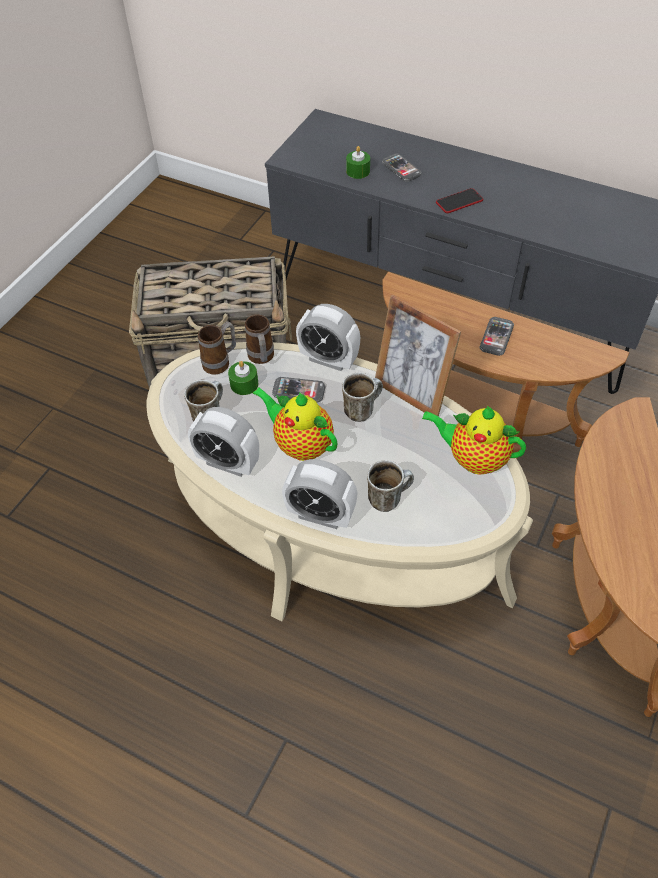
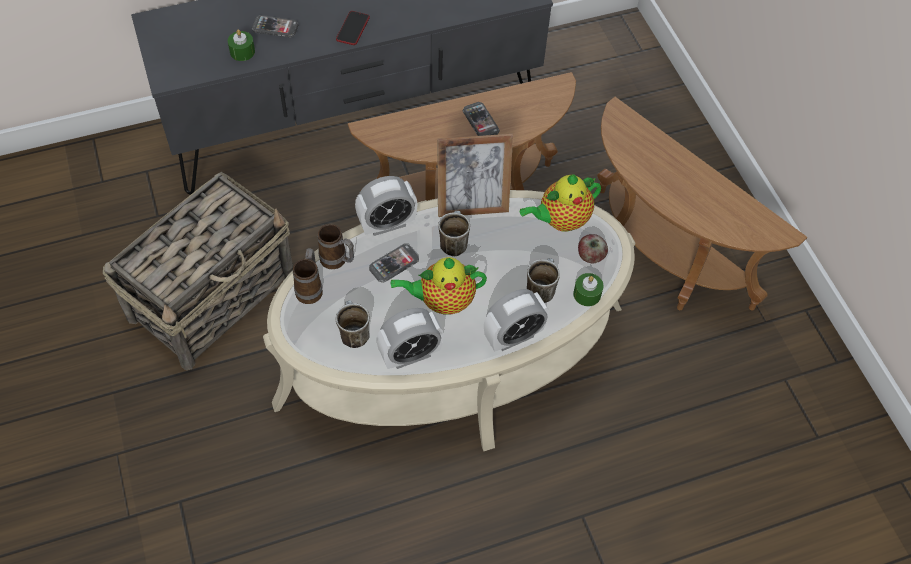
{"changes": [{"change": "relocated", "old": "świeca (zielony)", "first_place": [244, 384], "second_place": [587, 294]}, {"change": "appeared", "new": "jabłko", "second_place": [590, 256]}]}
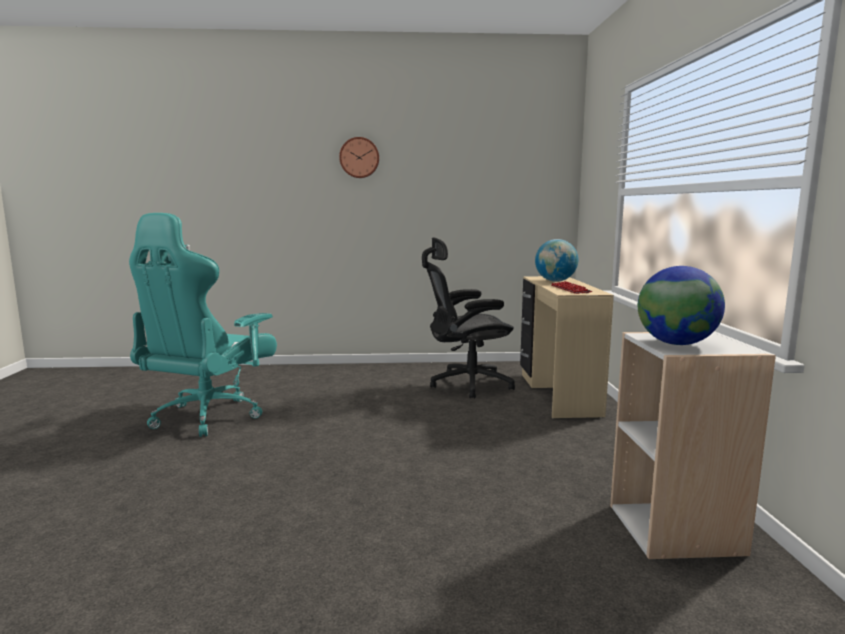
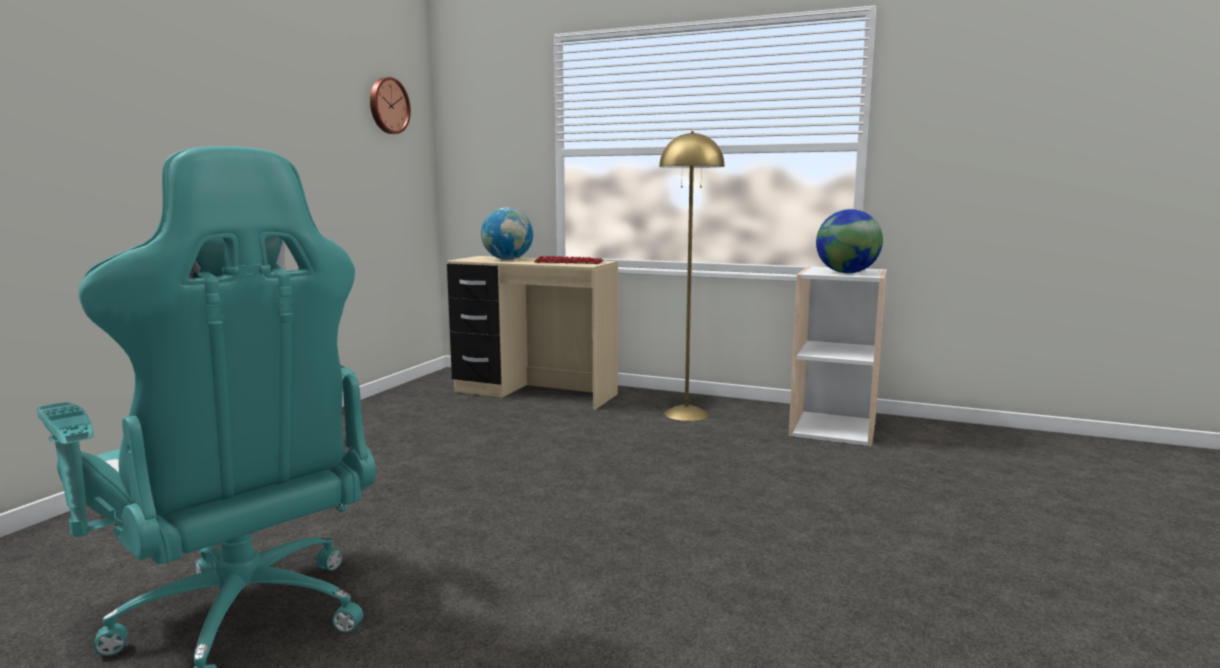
{"changes": [{"change": "relocated", "old": "zegar ścienny", "first_place": [359, 157], "second_place": [388, 106]}, {"change": "appeared", "new": "lampa stojąca (żółty)", "second_place": [686, 413]}, {"change": "missing", "old": "krzesło biurowe", "first_place": [466, 385]}]}
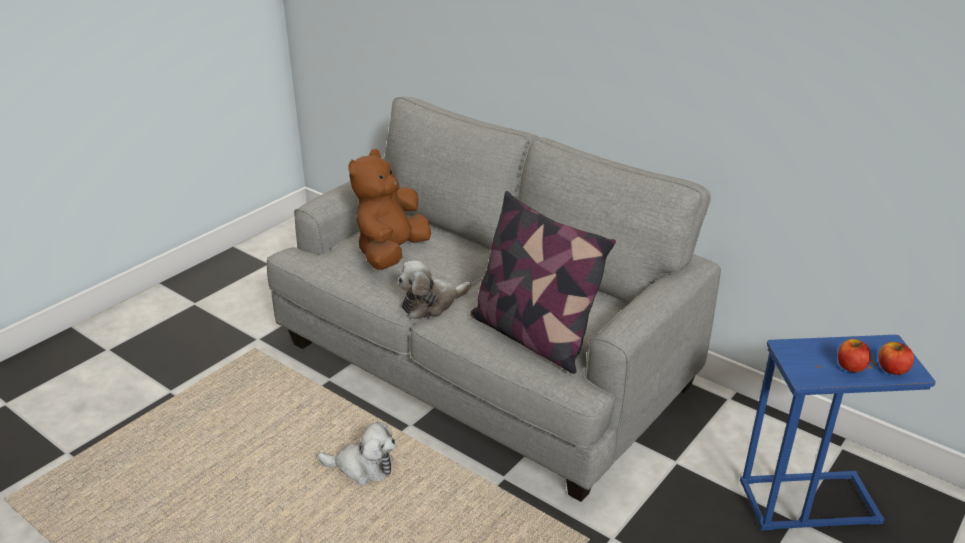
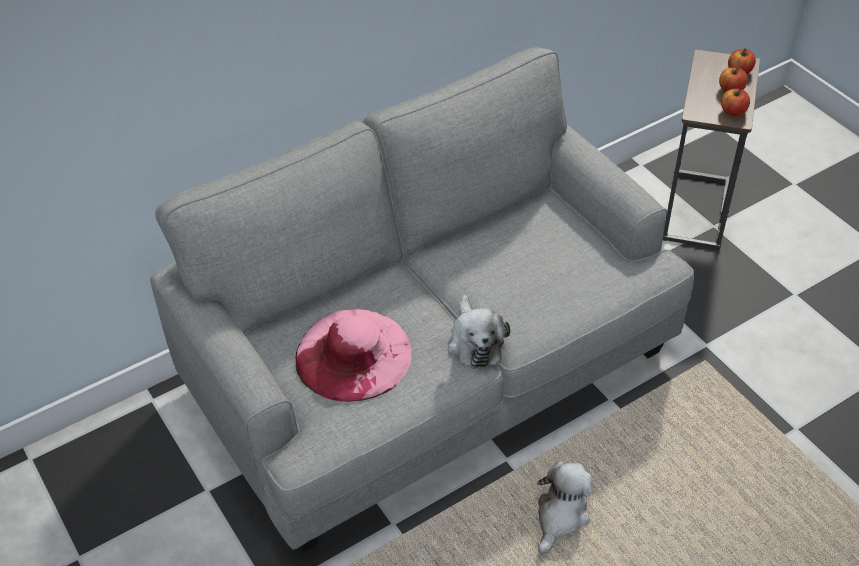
{"changes": [{"change": "exchanged", "old": "pluszak (brązowy)", "new": "kapelusz (różowy)", "first_place": [391, 254], "second_place": [353, 354]}, {"change": "colour", "old": "stolik (niebieski)", "new": "stolik (brązowy)", "first_place": [808, 502], "second_place": [696, 210]}, {"change": "appeared", "new": "jabłko", "second_place": [733, 111]}, {"change": "missing", "old": "poduszka", "first_place": [532, 336]}]}
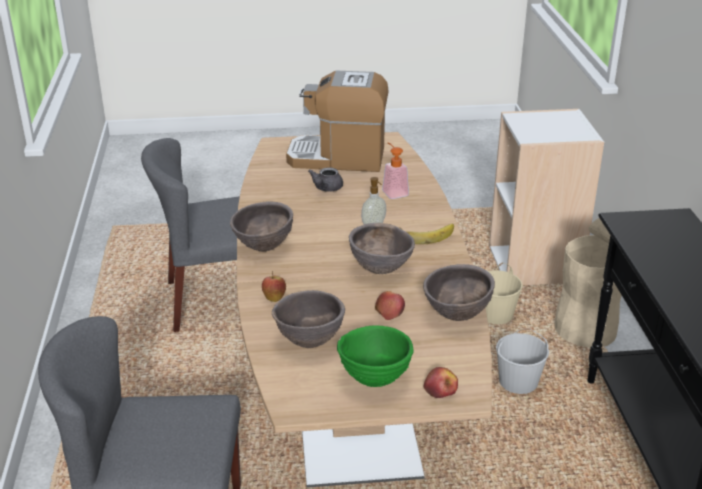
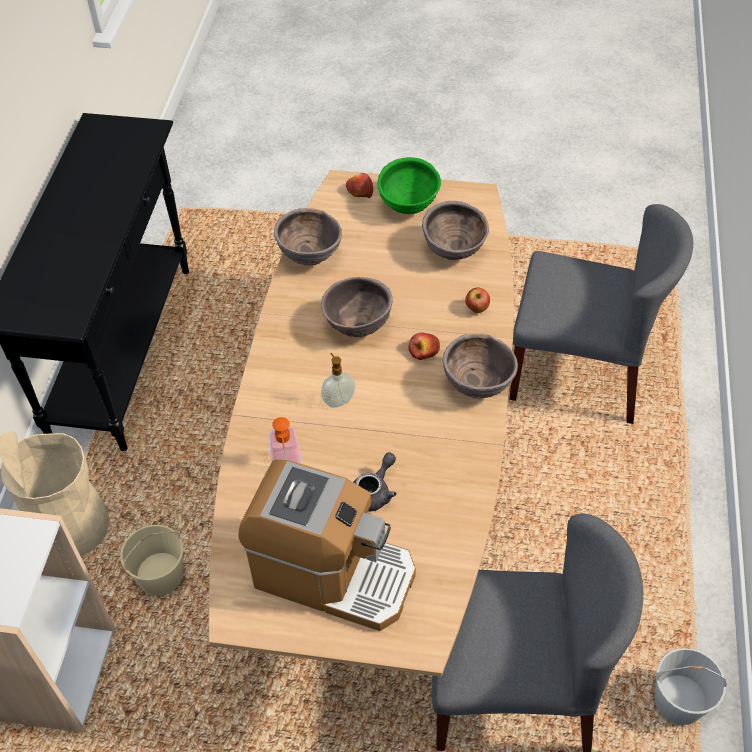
{"changes": [{"change": "relocated", "old": "jabłko", "first_place": [389, 310], "second_place": [424, 351]}, {"change": "relocated", "old": "wiadro (biały)", "first_place": [518, 382], "second_place": [678, 701]}, {"change": "missing", "old": "banan", "first_place": [426, 234]}]}
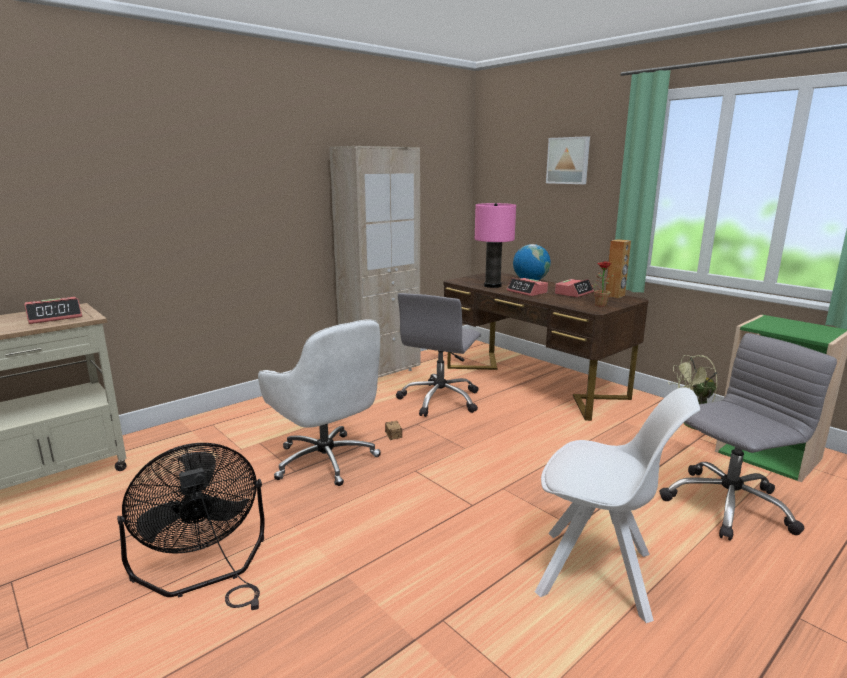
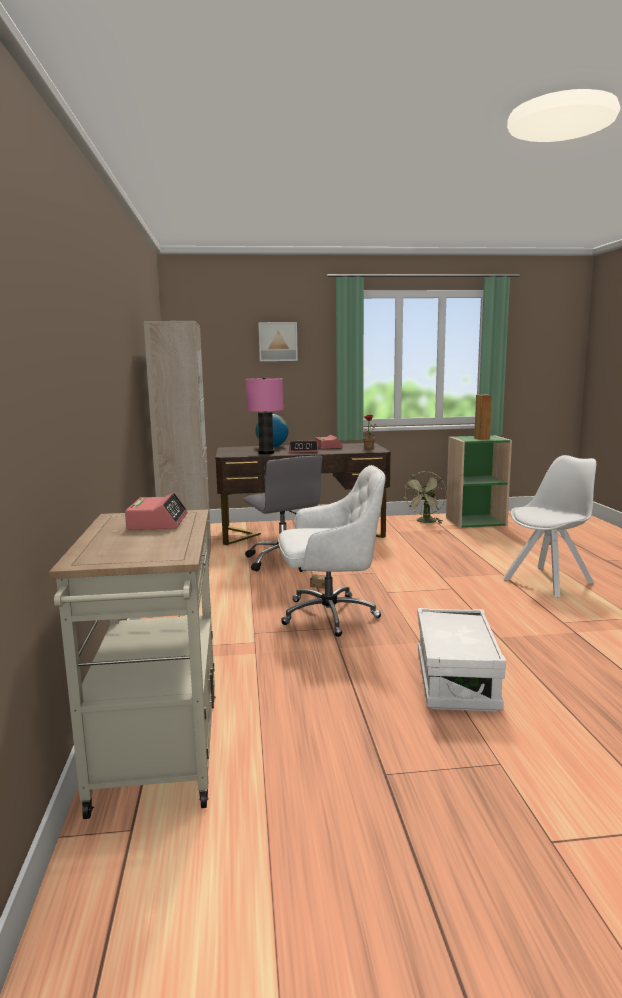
{"changes": [{"change": "exchanged", "old": "wentylator (czarny)", "new": "pojemnik do przechowywania (biały)", "first_place": [210, 573], "second_place": [456, 680]}, {"change": "relocated", "old": "głośnik (brązowy)", "first_place": [615, 296], "second_place": [482, 438]}, {"change": "missing", "old": "krzesło biurowe (szary)", "first_place": [727, 505]}]}
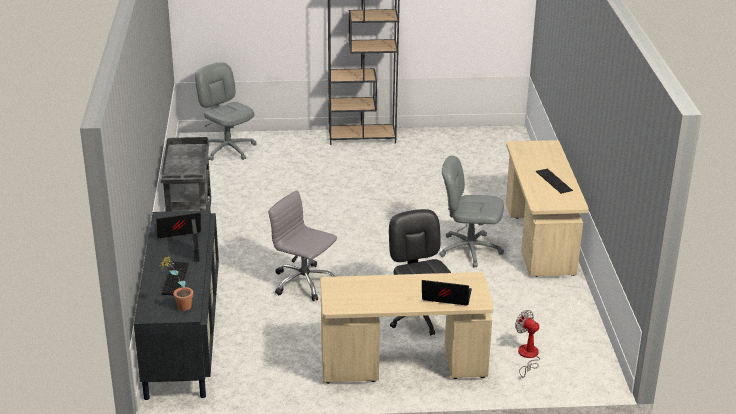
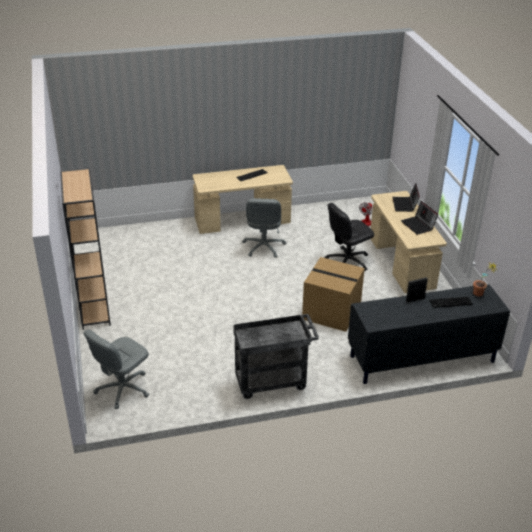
{"changes": [{"change": "exchanged", "old": "krzesło biurowe (szary)", "new": "karton", "first_place": [304, 282], "second_place": [330, 312]}, {"change": "relocated", "old": "laptop", "first_place": [177, 231], "second_place": [418, 225]}]}
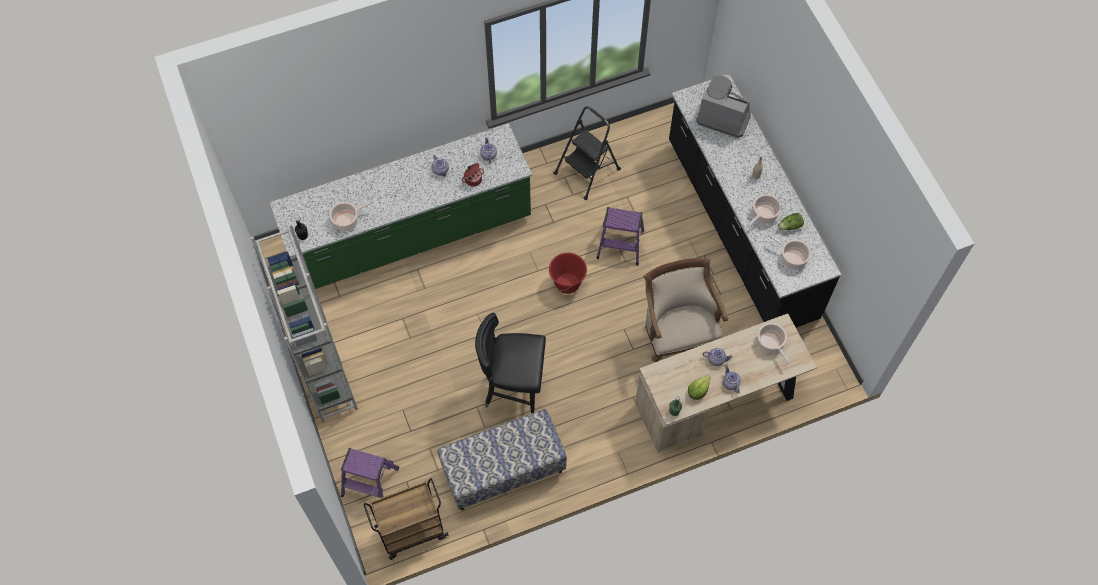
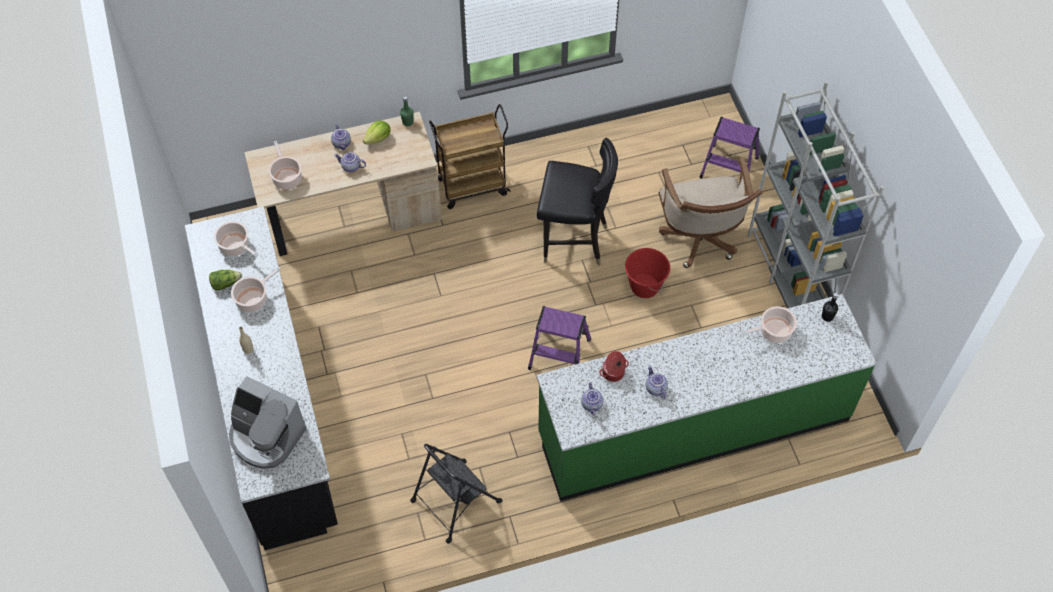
{"changes": [{"change": "relocated", "old": "wózek (brązowy)", "first_place": [411, 532], "second_place": [473, 186]}, {"change": "relocated", "old": "drabinka (fioletowy)", "first_place": [620, 243], "second_place": [559, 353]}, {"change": "relocated", "old": "wiadro (czerwony)", "first_place": [567, 283], "second_place": [644, 286]}, {"change": "relocated", "old": "krzesło biurowe", "first_place": [676, 338], "second_place": [700, 241]}, {"change": "missing", "old": "ławka", "first_place": [503, 470]}]}
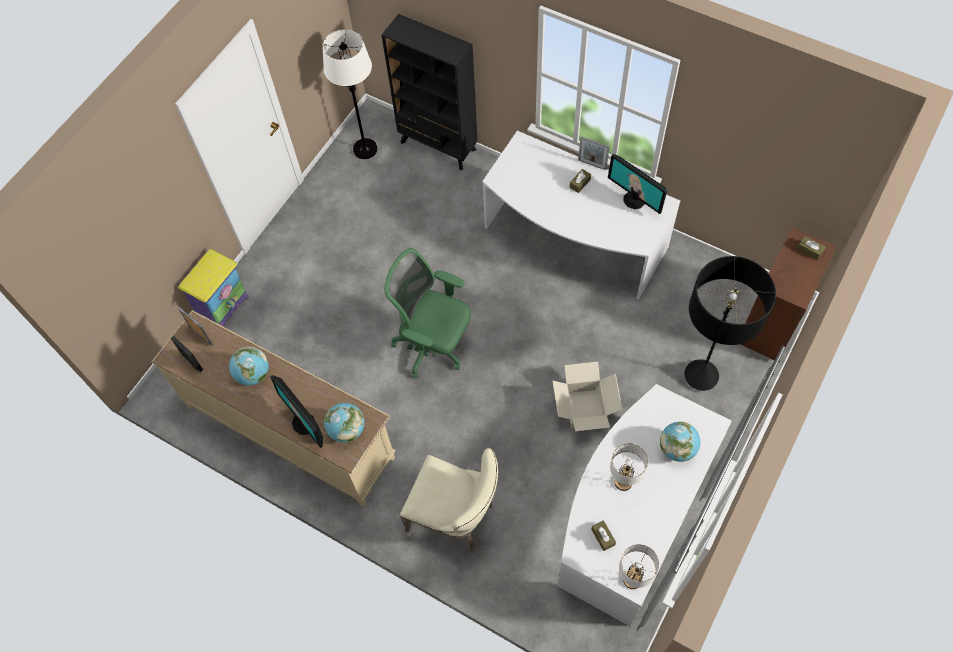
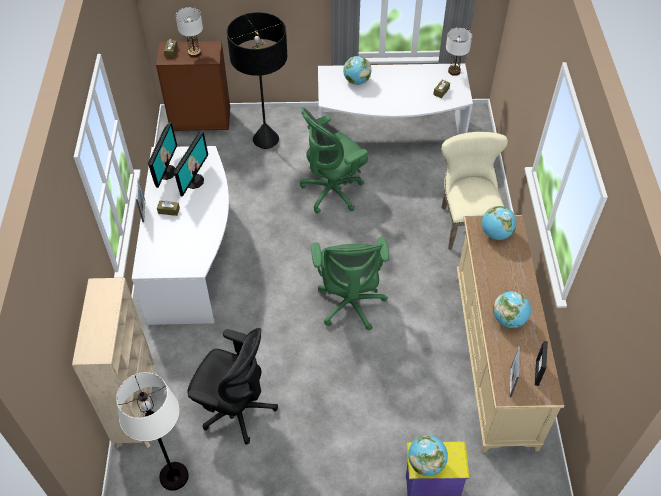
{"changes": [{"change": "colour", "old": "regał (czarny)", "new": "regał (beżowy)", "first_place": [438, 146], "second_place": [137, 409]}, {"change": "relocated", "old": "monitor", "first_place": [304, 423], "second_place": [194, 181]}, {"change": "relocated", "old": "lampa stołowa", "first_place": [623, 482], "second_place": [194, 53]}, {"change": "appeared", "new": "krzesło biurowe (czarny)", "second_place": [233, 408]}, {"change": "exchanged", "old": "karton", "new": "krzesło biurowe (zielony)", "first_place": [585, 408], "second_place": [334, 189]}, {"change": "appeared", "new": "globus", "second_place": [426, 463]}]}
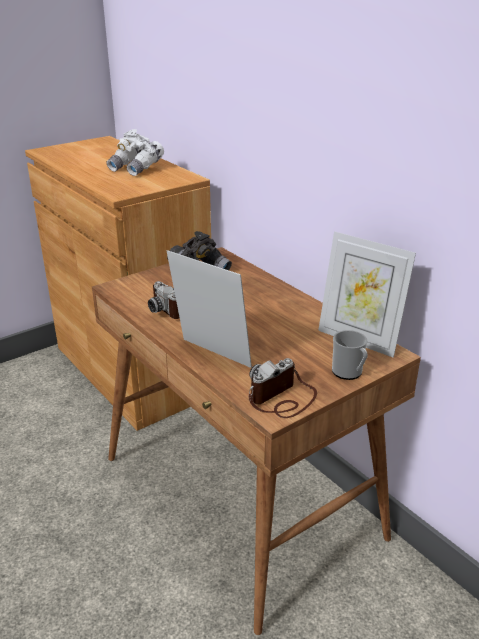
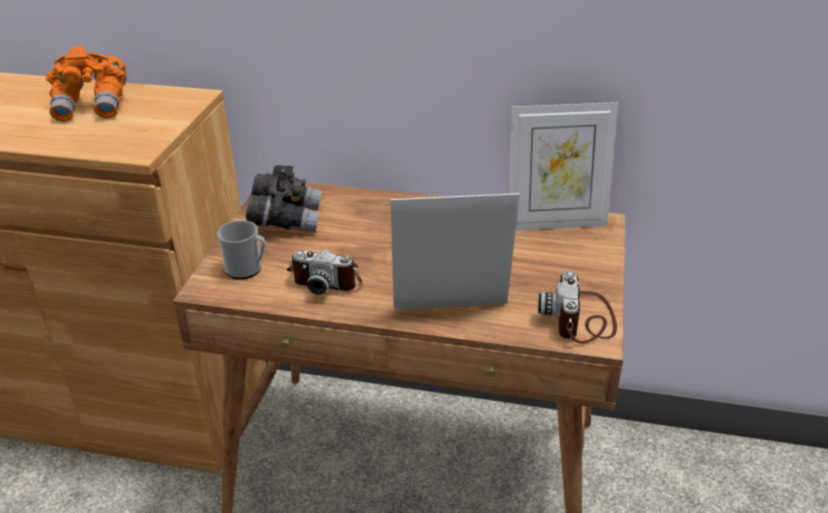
{"changes": [{"change": "colour", "old": "lornetka (biały)", "new": "lornetka (pomarańczowy)", "first_place": [137, 168], "second_place": [93, 106]}, {"change": "relocated", "old": "kubek", "first_place": [349, 373], "second_place": [247, 269]}]}
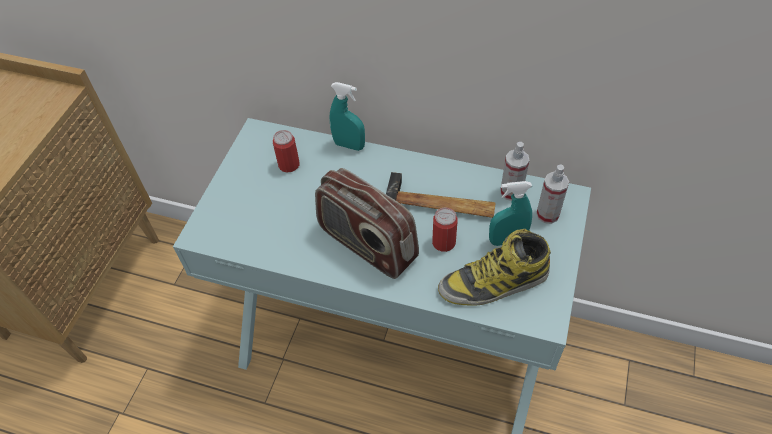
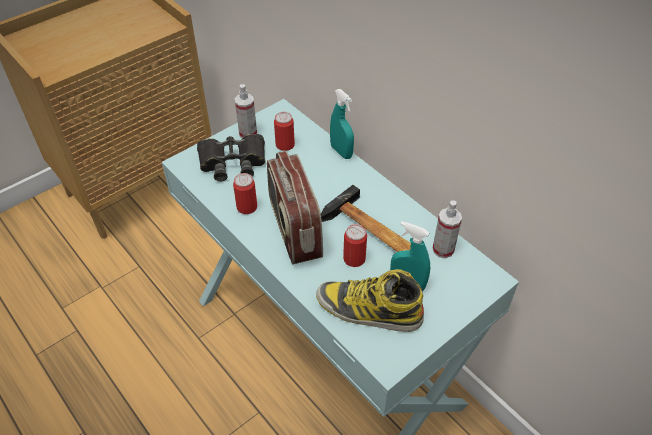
{"changes": [{"change": "appeared", "new": "lornetka (czarny)", "second_place": [232, 162]}, {"change": "appeared", "new": "puszka", "second_place": [247, 207]}, {"change": "relocated", "old": "spryskiwacz", "first_place": [547, 214], "second_place": [248, 133]}]}
